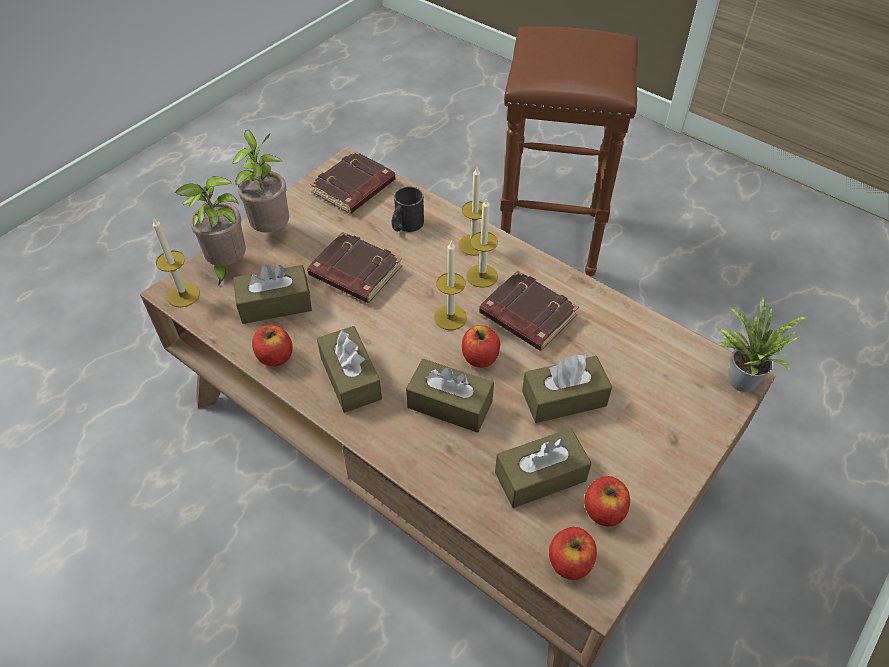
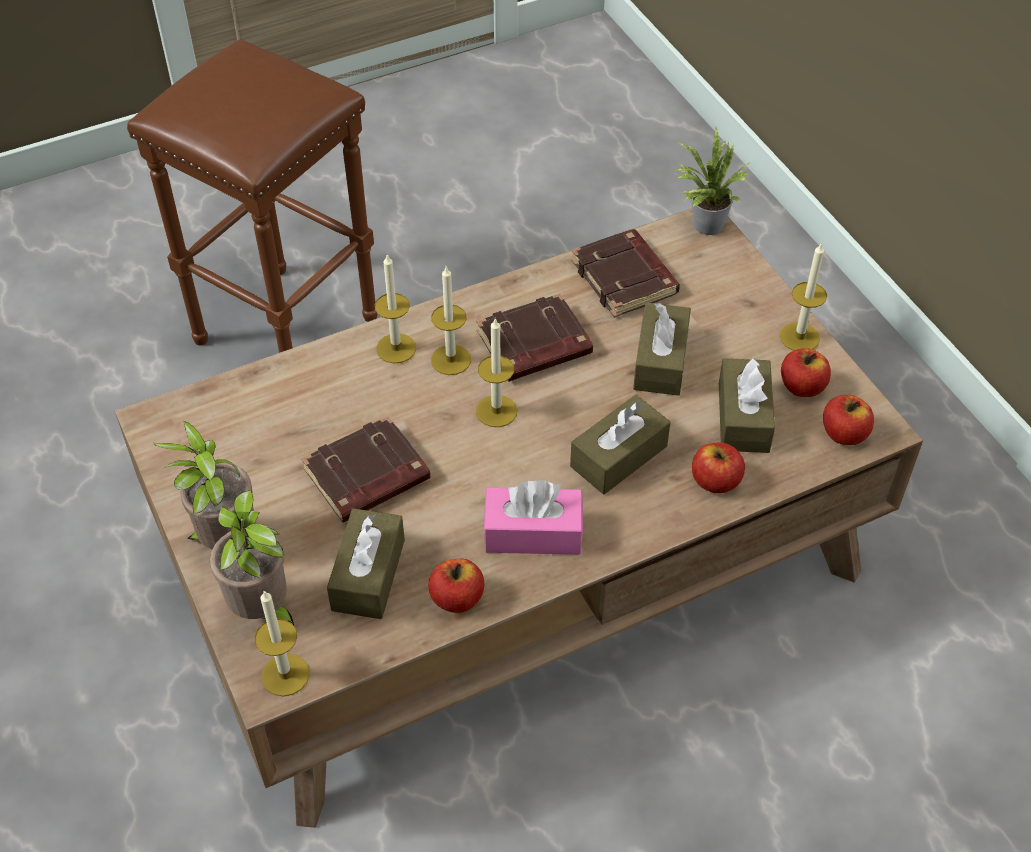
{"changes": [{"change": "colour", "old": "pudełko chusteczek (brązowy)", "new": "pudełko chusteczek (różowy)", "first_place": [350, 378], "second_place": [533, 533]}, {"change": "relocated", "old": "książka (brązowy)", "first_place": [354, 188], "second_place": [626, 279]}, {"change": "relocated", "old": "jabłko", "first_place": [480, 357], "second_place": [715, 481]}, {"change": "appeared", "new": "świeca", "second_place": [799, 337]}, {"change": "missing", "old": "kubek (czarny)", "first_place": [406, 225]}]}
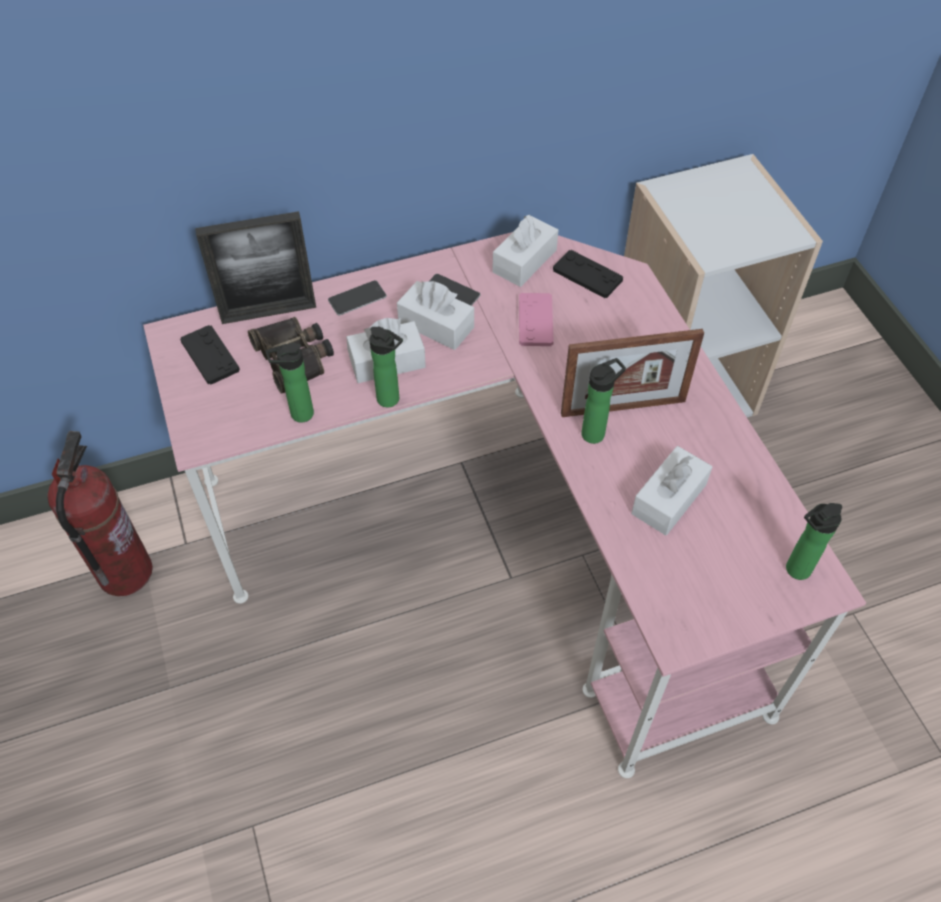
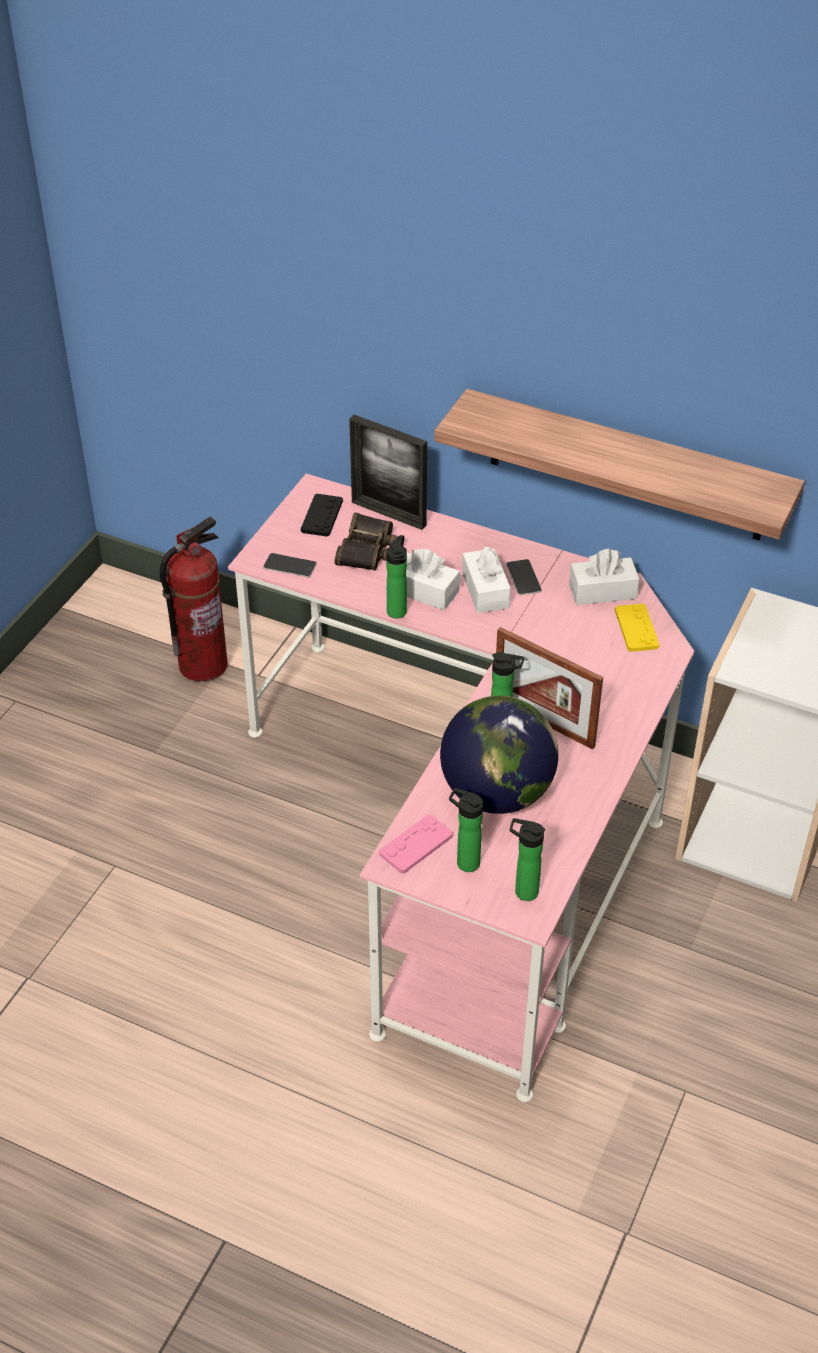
{"changes": [{"change": "relocated", "old": "telefon", "first_place": [357, 298], "second_place": [290, 565]}, {"change": "relocated", "old": "pad do gier (różowy)", "first_place": [535, 320], "second_place": [416, 845]}, {"change": "appeared", "new": "półka", "second_place": [626, 466]}, {"change": "exchanged", "old": "pudełko chusteczek (biały)", "new": "globus", "first_place": [669, 499], "second_place": [497, 793]}, {"change": "relocated", "old": "butelka", "first_place": [298, 414], "second_place": [464, 862]}, {"change": "colour", "old": "pad do gier (czarny)", "new": "pad do gier (żółty)", "first_place": [587, 275], "second_place": [636, 629]}]}
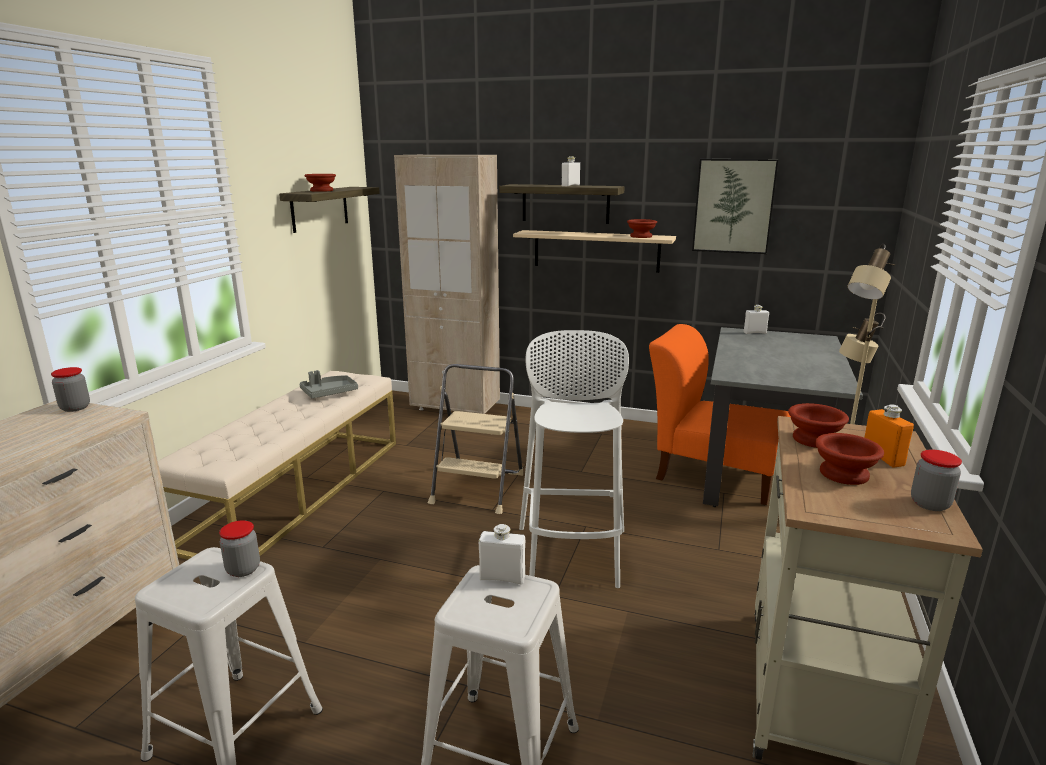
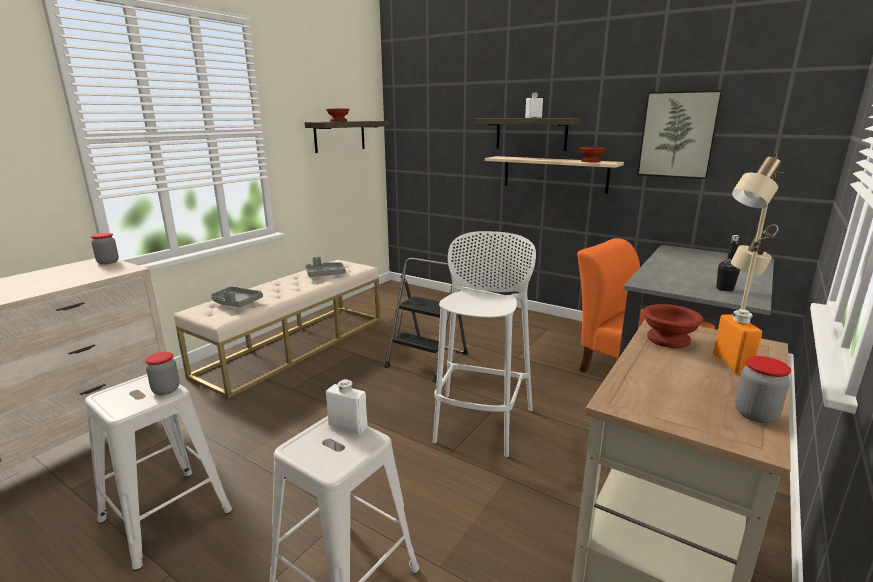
{"changes": [{"change": "appeared", "new": "taca (szary)", "second_place": [236, 303]}, {"change": "colour", "old": "drabinka (beżowy)", "new": "drabinka (czarny)", "first_place": [480, 486], "second_place": [429, 359]}, {"change": "appeared", "new": "butelka (czarny)", "second_place": [724, 289]}, {"change": "missing", "old": "szafka (beżowy)", "first_place": [455, 408]}, {"change": "missing", "old": "butelka (biały)", "first_place": [755, 333]}, {"change": "missing", "old": "miska (brązowy)", "first_place": [841, 474]}]}
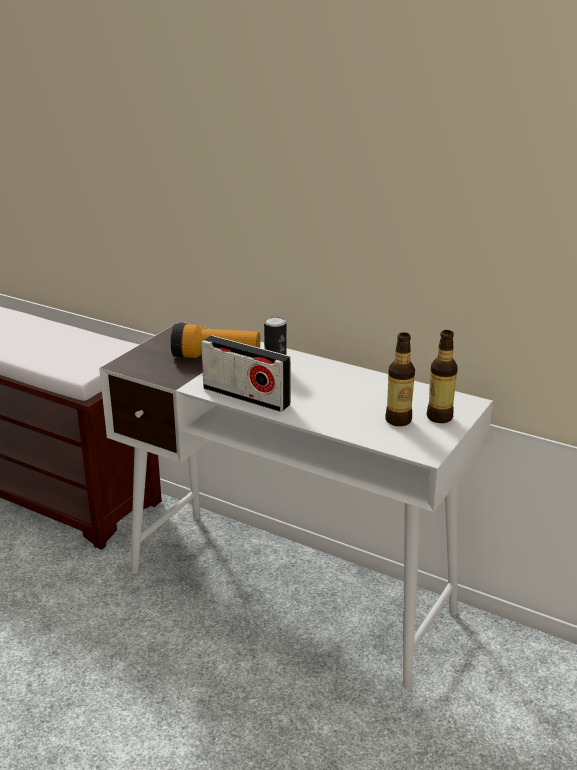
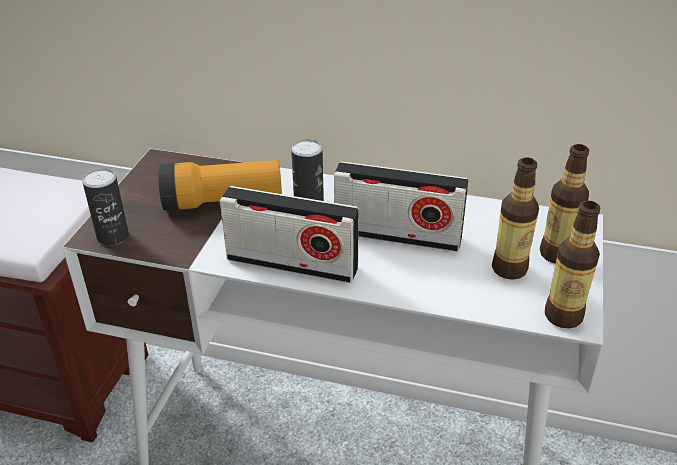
{"changes": [{"change": "appeared", "new": "puszka", "second_place": [113, 236]}, {"change": "appeared", "new": "radio", "second_place": [397, 235]}, {"change": "appeared", "new": "butelka", "second_place": [563, 316]}]}
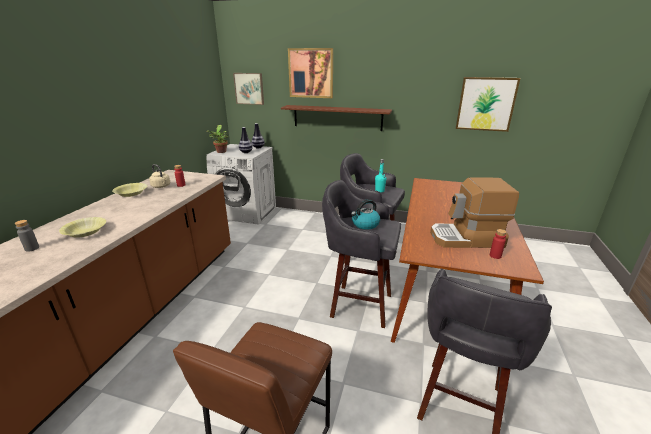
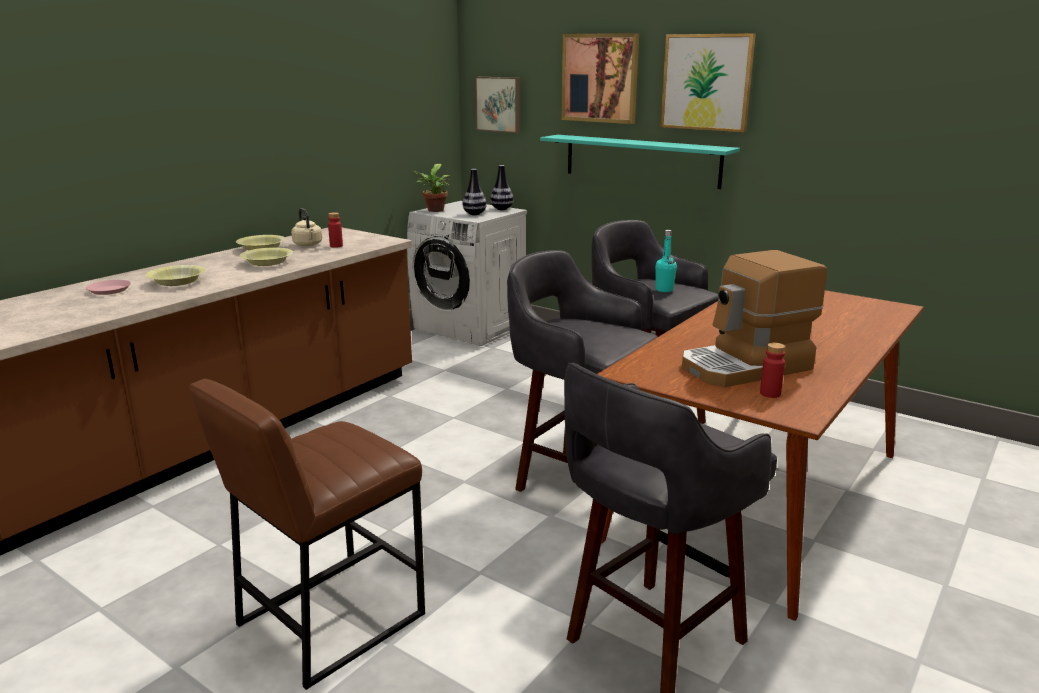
{"changes": [{"change": "exchanged", "old": "butelka (szary)", "new": "talerz (różowy)", "first_place": [32, 248], "second_place": [110, 290]}, {"change": "appeared", "new": "miska (żółty)", "second_place": [267, 263]}, {"change": "colour", "old": "półka (brązowy)", "new": "półka (turkusowy)", "first_place": [337, 117], "second_place": [641, 160]}, {"change": "relocated", "old": "obraz", "first_place": [486, 104], "second_place": [706, 82]}, {"change": "spun", "old": "ekspres do kawy", "first_place": [466, 238], "second_place": [746, 367], "degrees": -45}, {"change": "missing", "old": "czajnik", "first_place": [365, 224]}]}
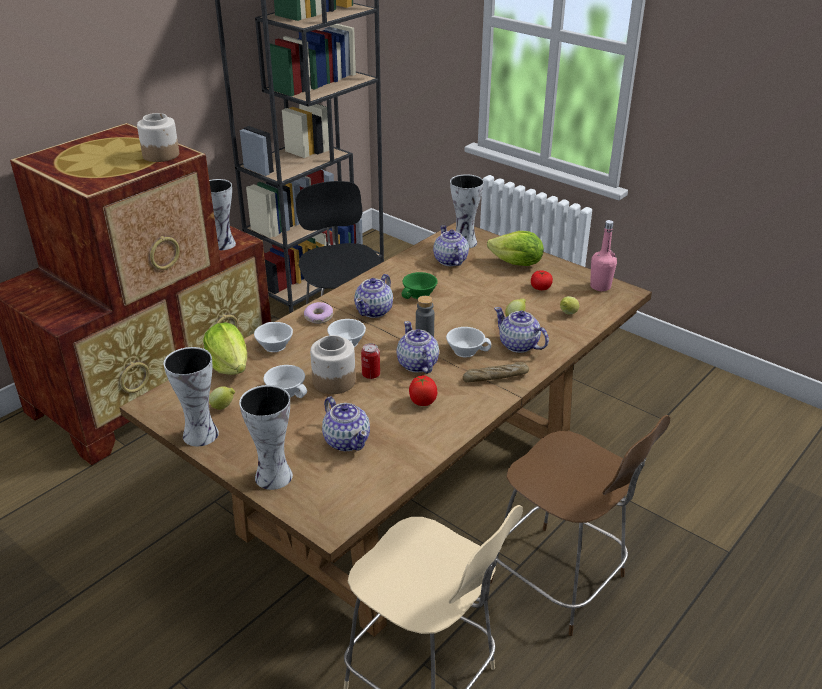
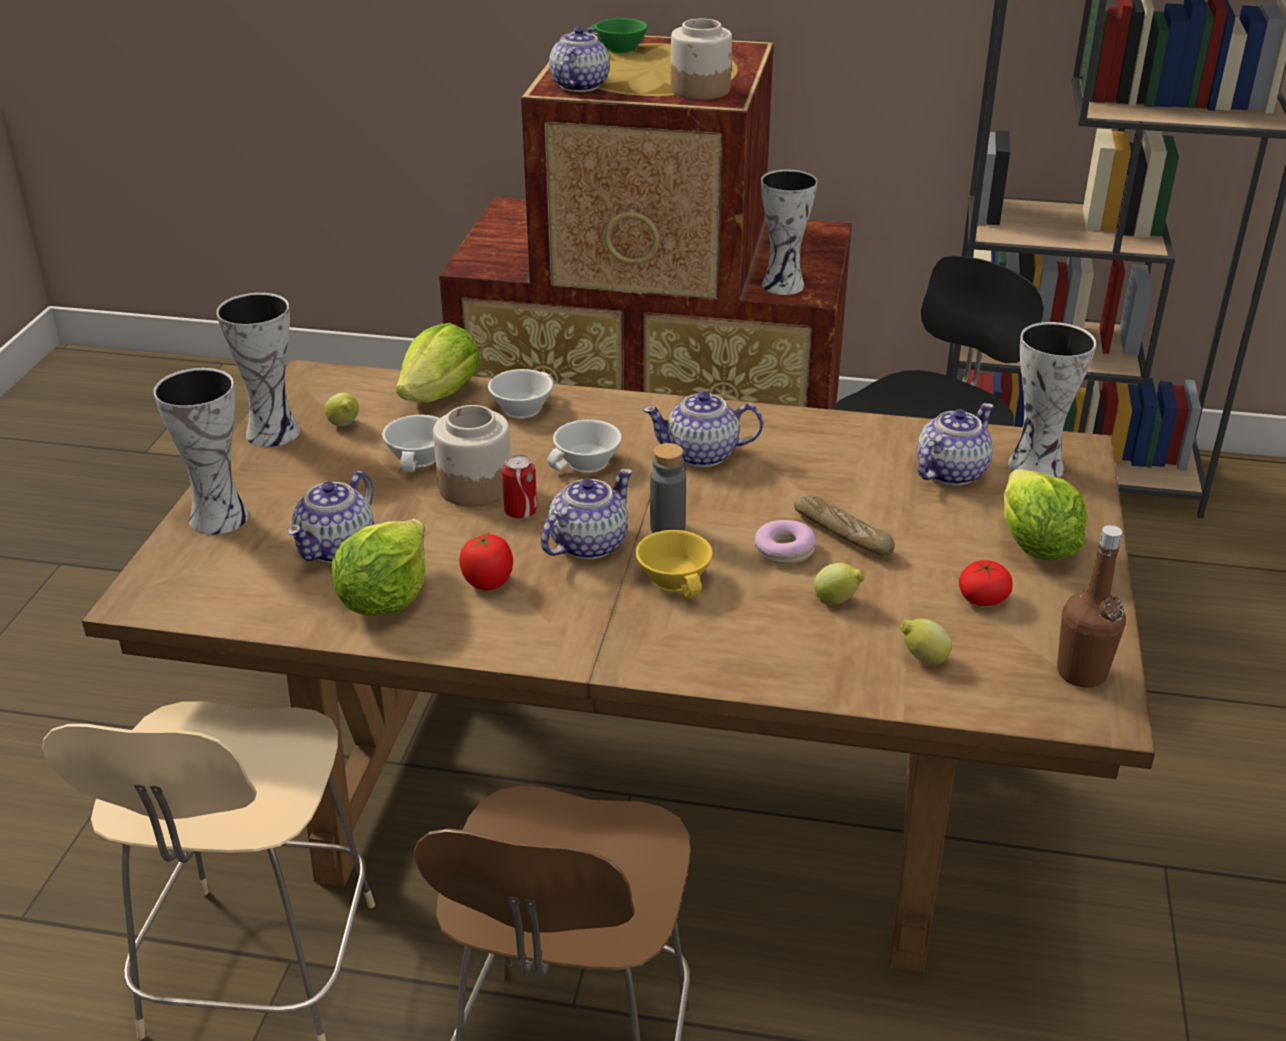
{"changes": [{"change": "appeared", "new": "sałata", "second_place": [385, 598]}, {"change": "relocated", "old": "imbryk", "first_place": [519, 345], "second_place": [579, 86]}, {"change": "relocated", "old": "filiżanka (zielony)", "first_place": [420, 295], "second_place": [618, 49]}, {"change": "colour", "old": "filiżanka (biały)", "new": "filiżanka (żółty)", "first_place": [466, 350], "second_place": [677, 579]}, {"change": "relocated", "old": "donut", "first_place": [318, 317], "second_place": [784, 550]}, {"change": "relocated", "old": "chleb", "first_place": [495, 378], "second_place": [842, 534]}, {"change": "colour", "old": "butelka (różowy)", "new": "butelka (brązowy)", "first_place": [600, 286], "second_place": [1081, 673]}]}
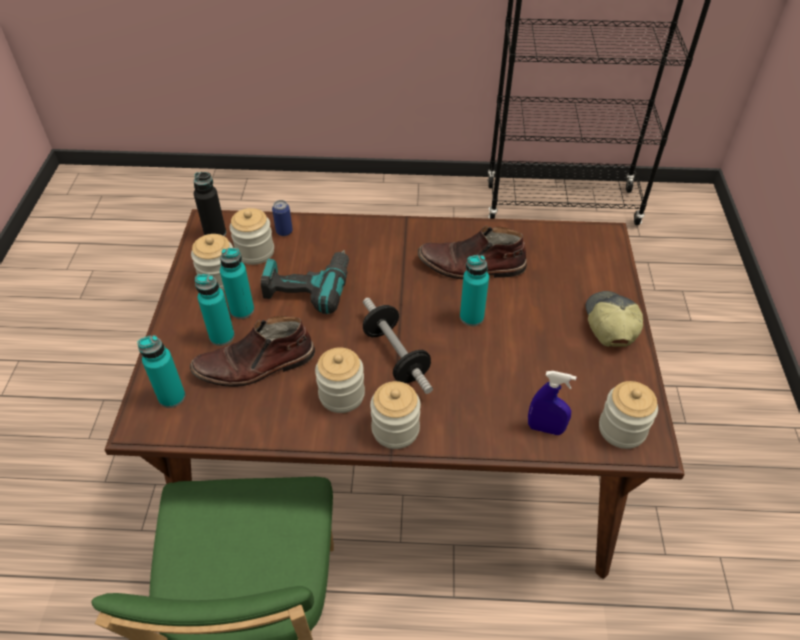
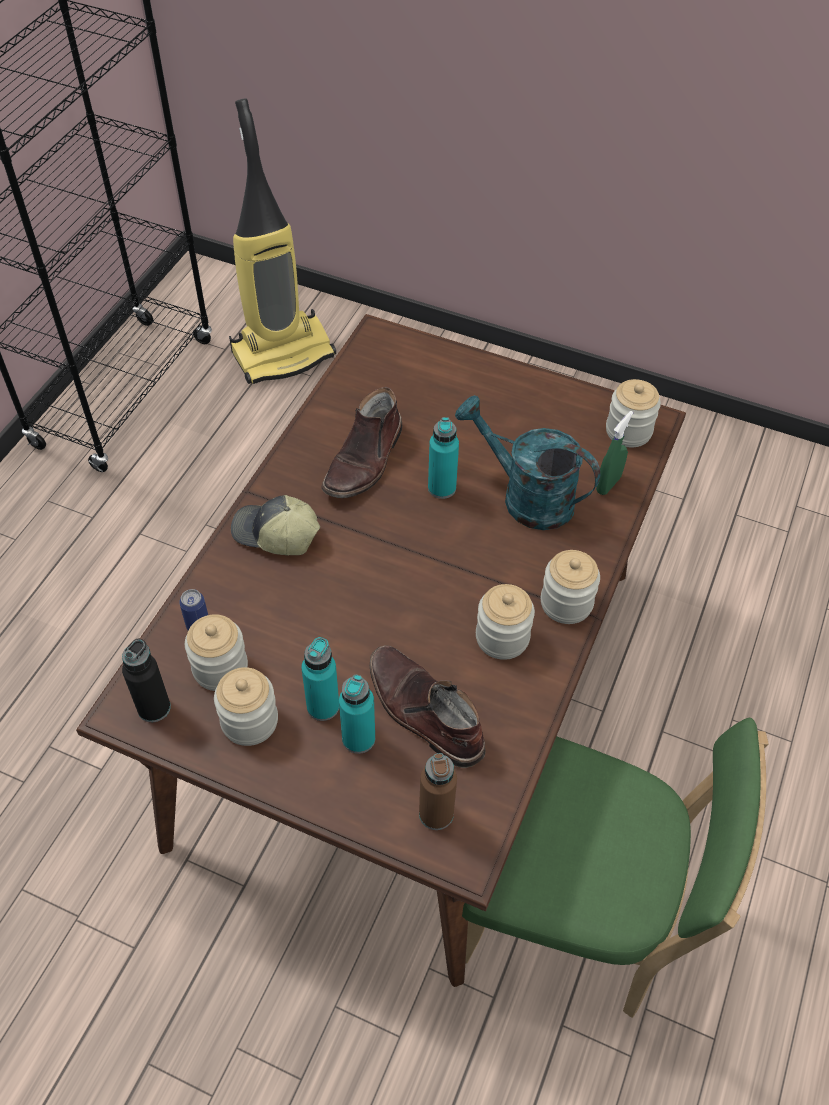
{"changes": [{"change": "appeared", "new": "odkurzacz", "second_place": [283, 353]}, {"change": "relocated", "old": "czapka z daszkiem", "first_place": [609, 323], "second_place": [275, 534]}, {"change": "spun", "old": "but z cholewką (brązowy)", "first_place": [255, 365], "second_place": [423, 712], "degrees": 135}, {"change": "colour", "old": "butelka (turkusowy)", "new": "butelka (brązowy)", "first_place": [172, 397], "second_place": [436, 814]}, {"change": "appeared", "new": "konewka (turkusowy)", "second_place": [526, 496]}, {"change": "colour", "old": "spryskiwacz (niebieski)", "new": "spryskiwacz (zielony)", "first_place": [545, 428], "second_place": [608, 484]}, {"change": "missing", "old": "wiertarka", "first_place": [307, 286]}, {"change": "missing", "old": "hantel", "first_place": [396, 356]}]}
